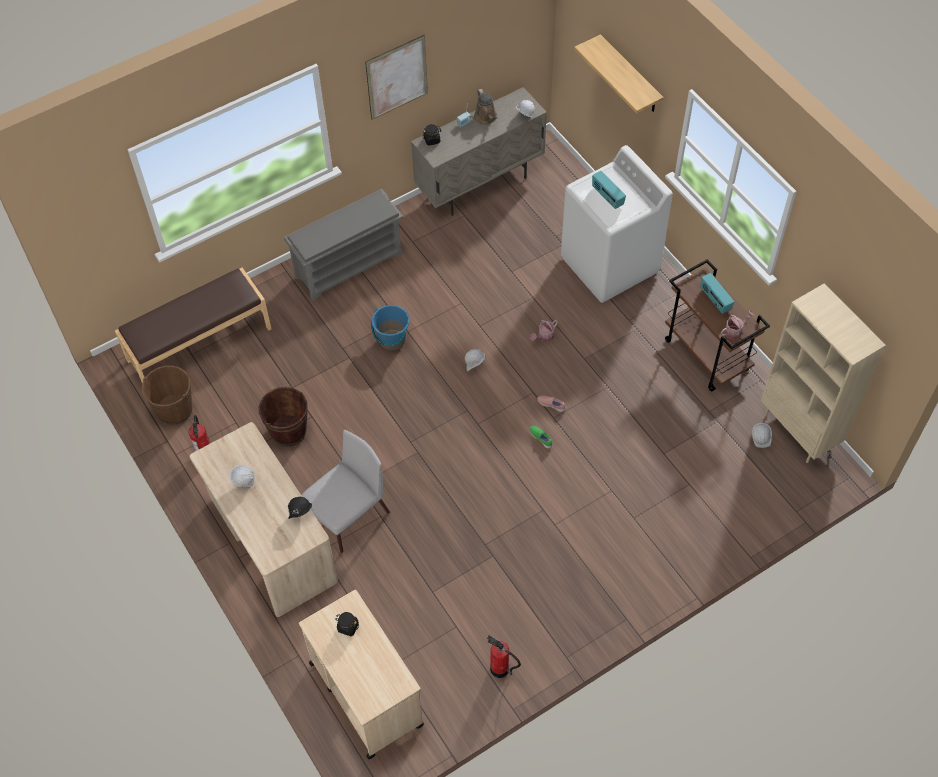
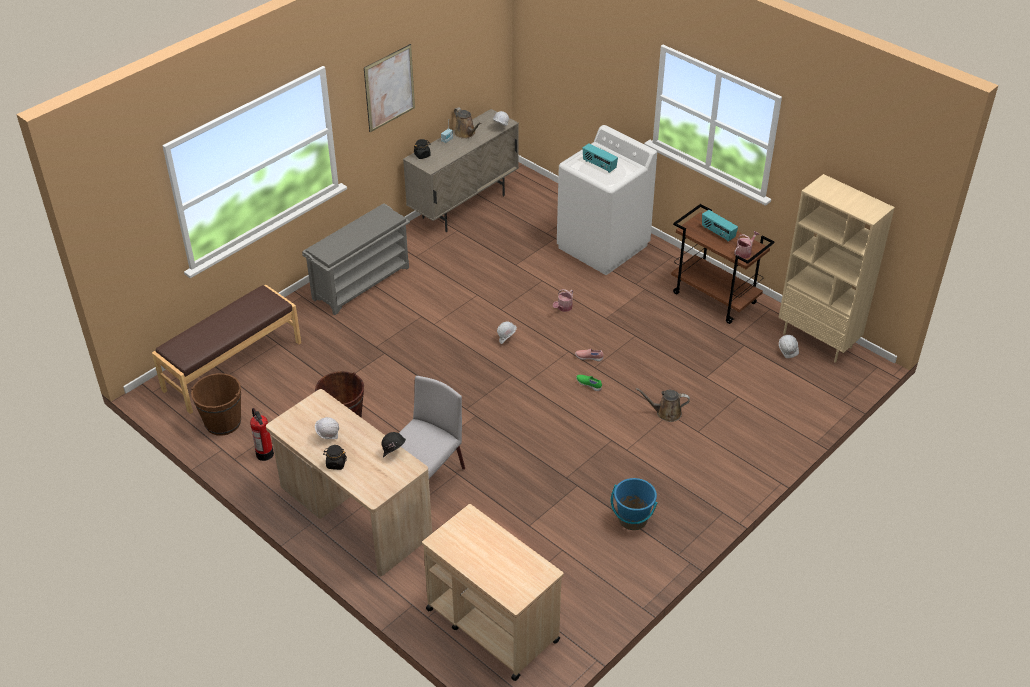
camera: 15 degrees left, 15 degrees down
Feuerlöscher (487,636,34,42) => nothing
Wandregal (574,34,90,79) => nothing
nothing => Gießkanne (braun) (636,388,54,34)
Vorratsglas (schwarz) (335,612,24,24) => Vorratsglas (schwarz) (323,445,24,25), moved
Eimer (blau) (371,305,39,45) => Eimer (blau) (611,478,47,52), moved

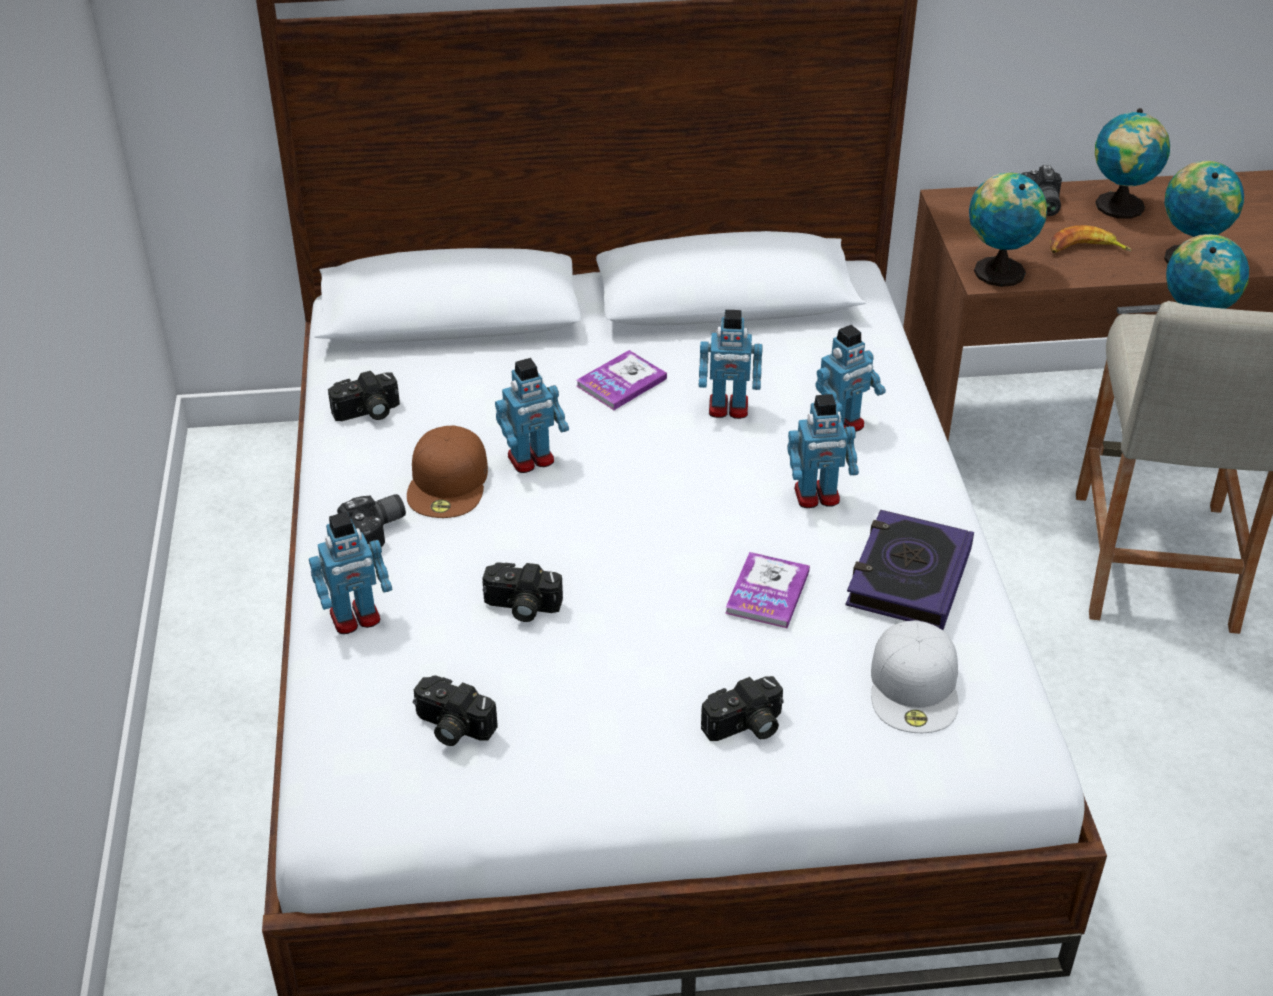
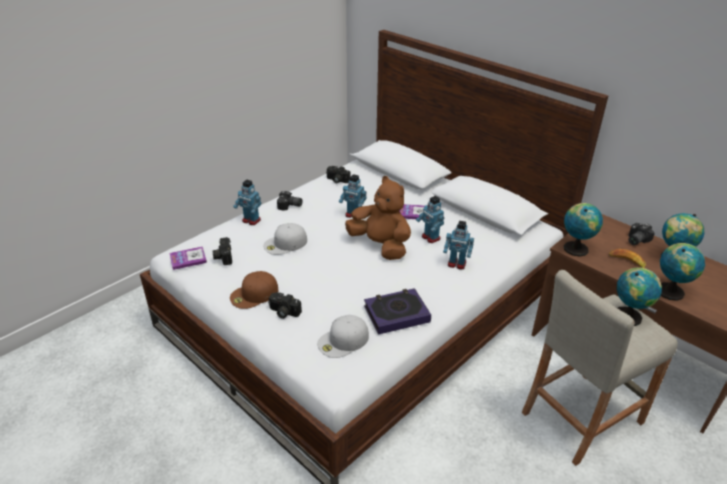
camera: 50 degrees right, 5 degrees down
Spielzeugroboter (787,394,72,114) => nothing
nothing => Plüschtier (braun) (345,176,66,84)
Kappe (braun) (407,426,81,92) => Kappe (braun) (230,271,48,38), moved
Buch (725,552,85,76) => Buch (170,246,37,24), moved
Kamera (482,562,81,60) => Kappe (weiß) (263,223,44,32)

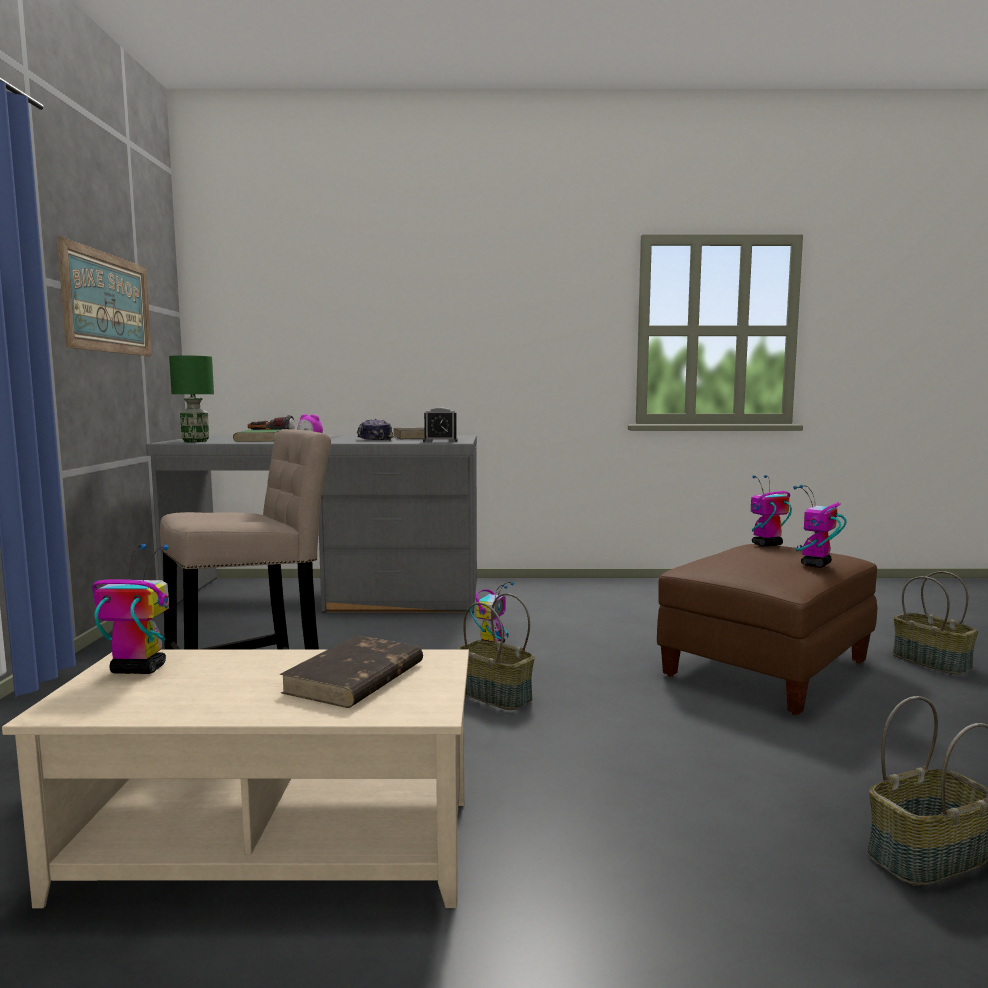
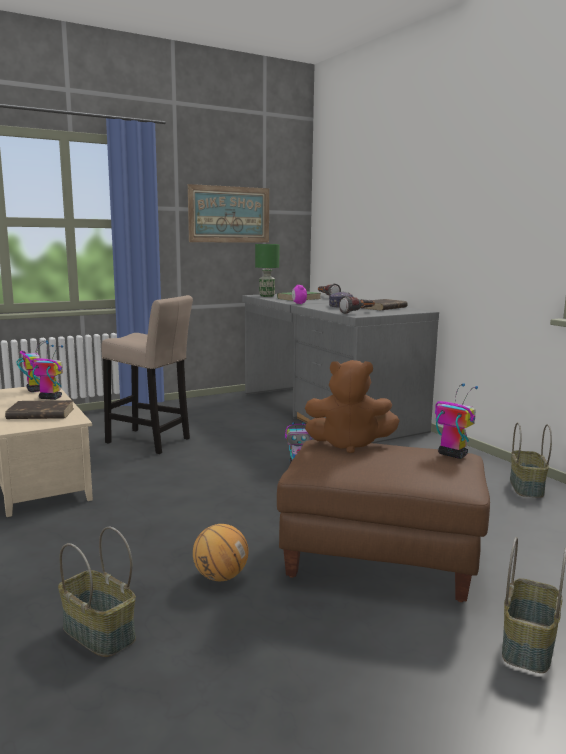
camera: 60 degrees right, 5 degrees up
nothing => Basketball (193,524,55,57)
nothing => Plüschtier (braun) (305,360,95,93)
Korb (457,593,78,117) => Korb (510,422,42,76), moved
Spielzeugroboter (793,485,54,83) => Spielzeugroboter (32,345,31,55), moved
Wecker (423,408,35,34) => Taschenlampe (339,296,36,18)

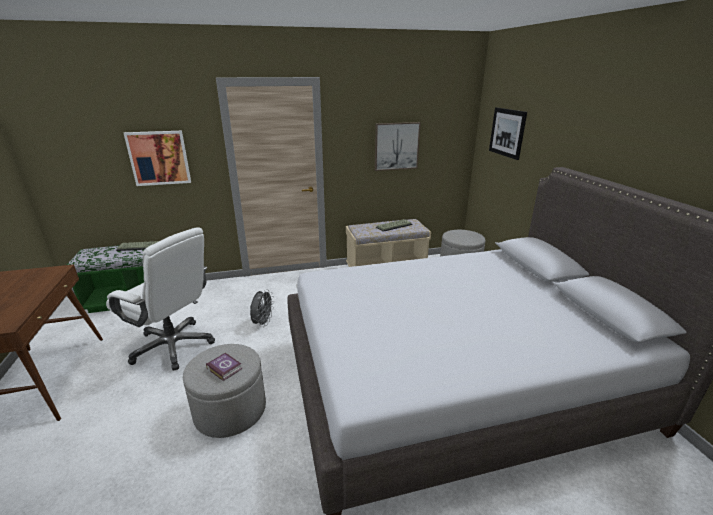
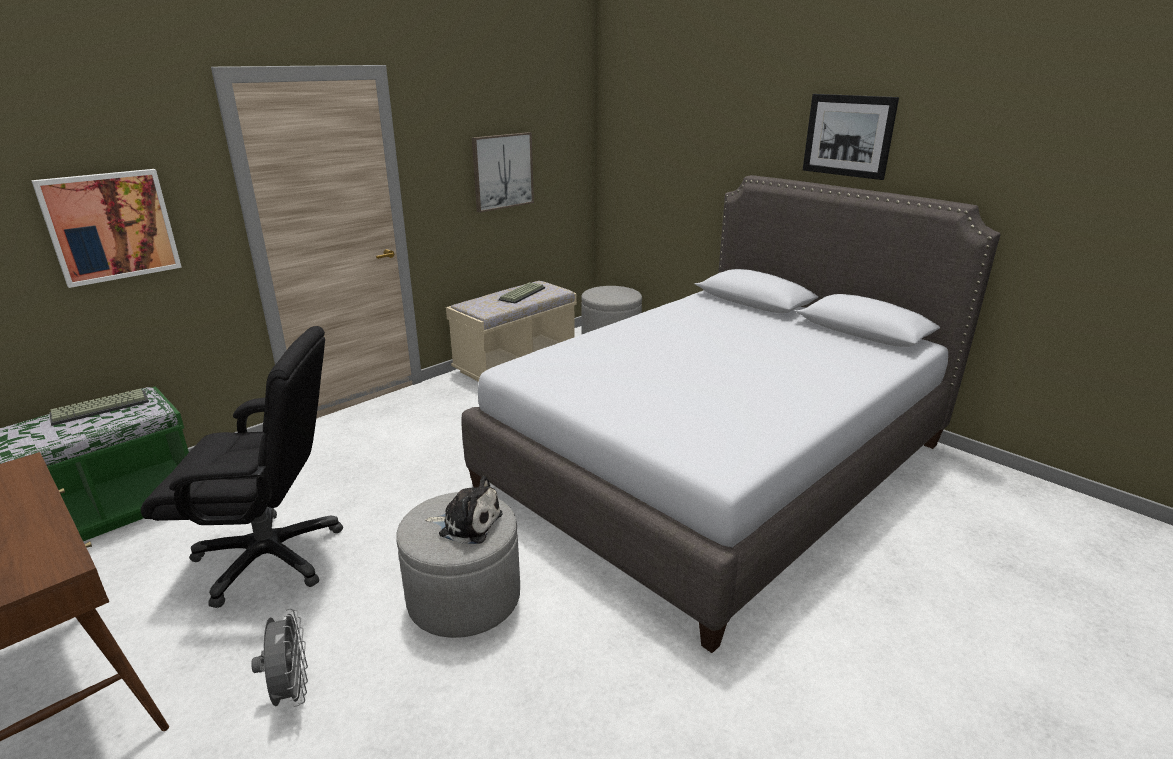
camera: 30 degrees left, 0 degrees up
Ventilator (grau) (250,289,24,38) => Ventilator (grau) (251,608,57,99), moved
Bild (489,107,38,53) => Bild (803,94,96,86), moved
Buch (206,353,36,28) => Plüschtier (425,476,77,68)
Bürostuhl (weiß) (106,228,109,143) => Bürostuhl (schwarz) (141,326,202,282)

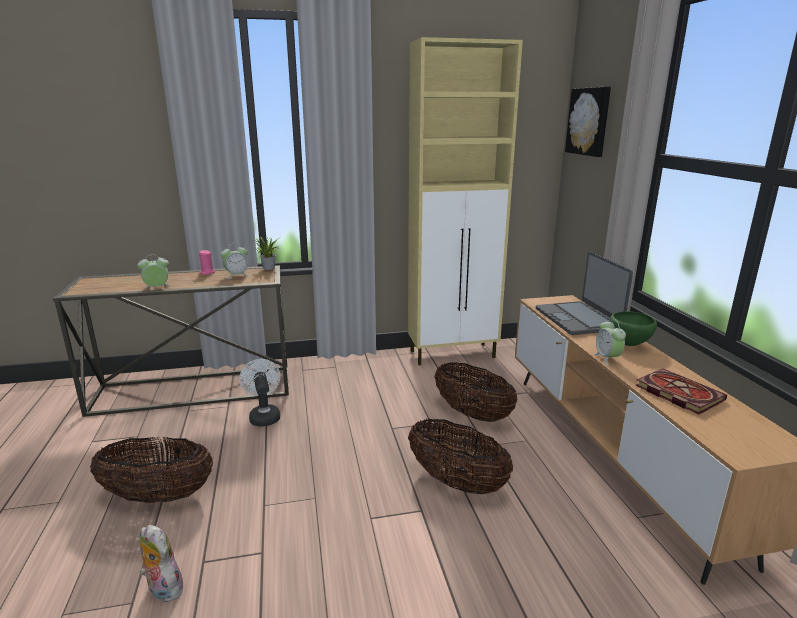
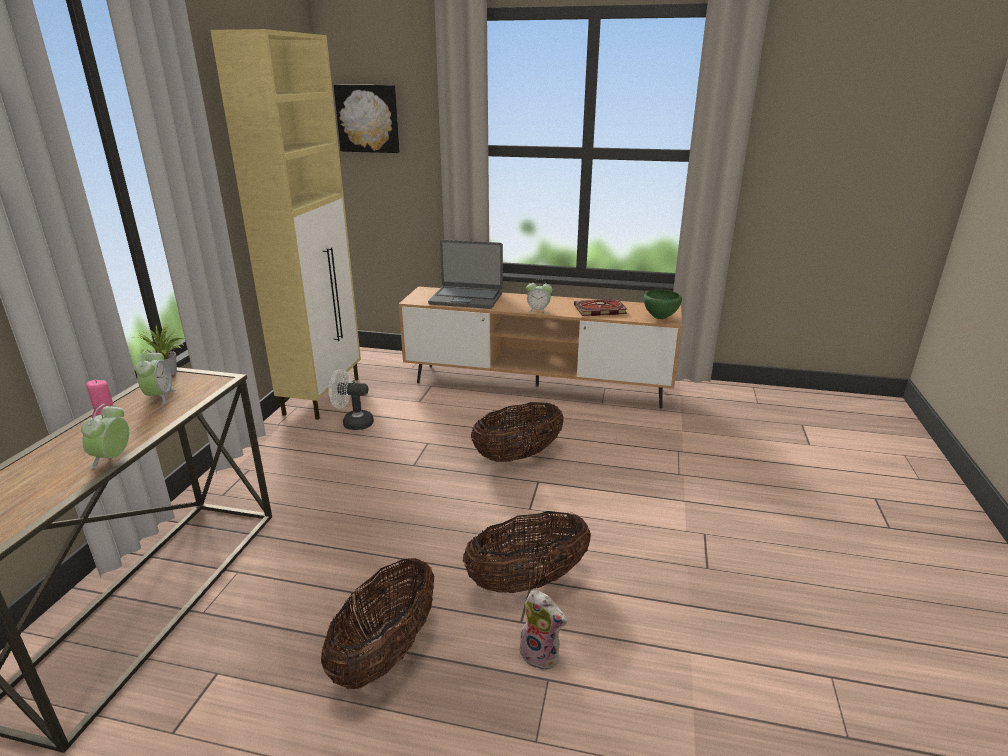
camera: 65 degrees left, 5 degrees up
Ventilator (weiß) (239,359,41,68) => Ventilator (weiß) (328,369,46,61), moved
Korb (434,362,83,60) => Korb (463,511,128,82), moved
Schüssel (grün) (610,311,47,35) => Schüssel (grün) (644,290,38,29), moved
Plüschtier (140,525,43,77) => Plüschtier (519,590,48,81), 120 degrees counterclockwise

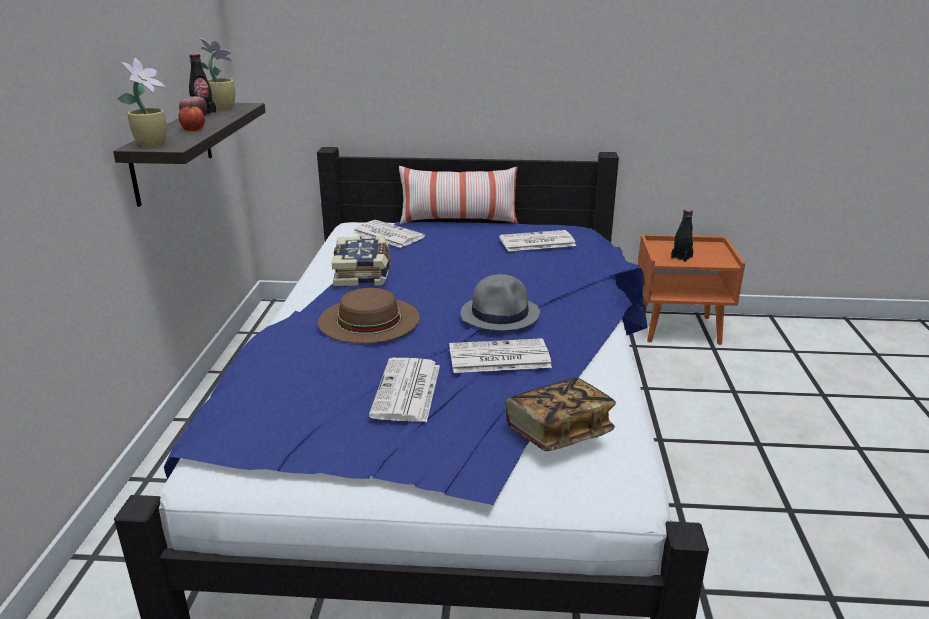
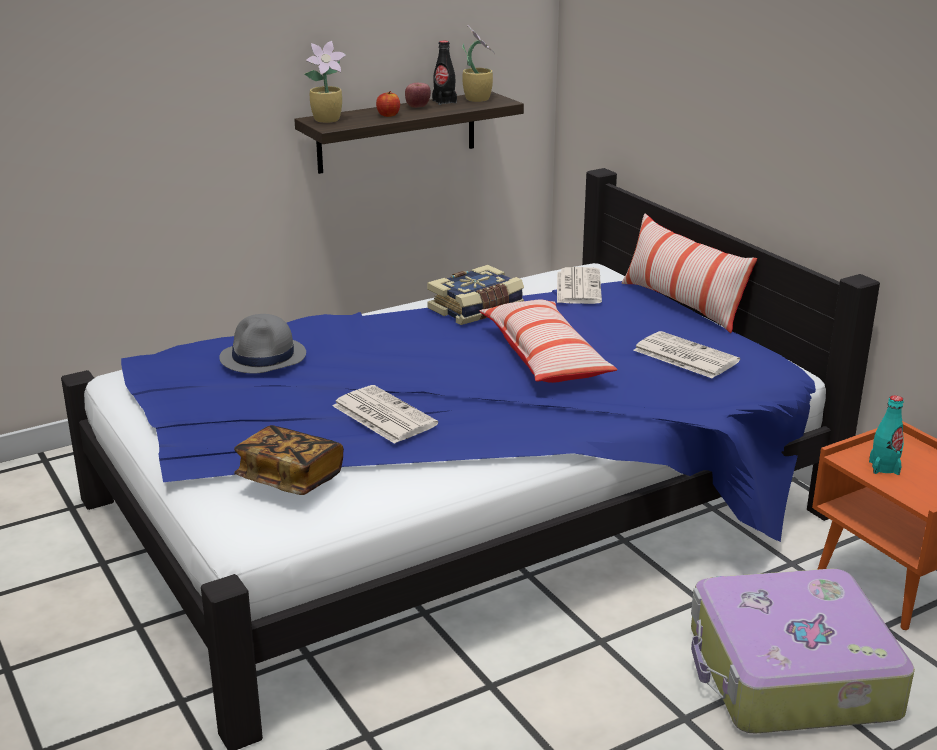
camera: 55 degrees right, 0 degrees up
Hut (braun) (318,288,102,55) => nothing
Zeitung (369,358,71,64) => nothing
nothing => Kissen (480,299,138,84)
nothing => Koffer (691,569,224,164)
Hut (grau) (461,274,79,57) => Hut (grau) (219,314,87,60), moved
Flasche (schwarz) (671,209,22,53) => Flasche (türkis) (869,395,35,80)

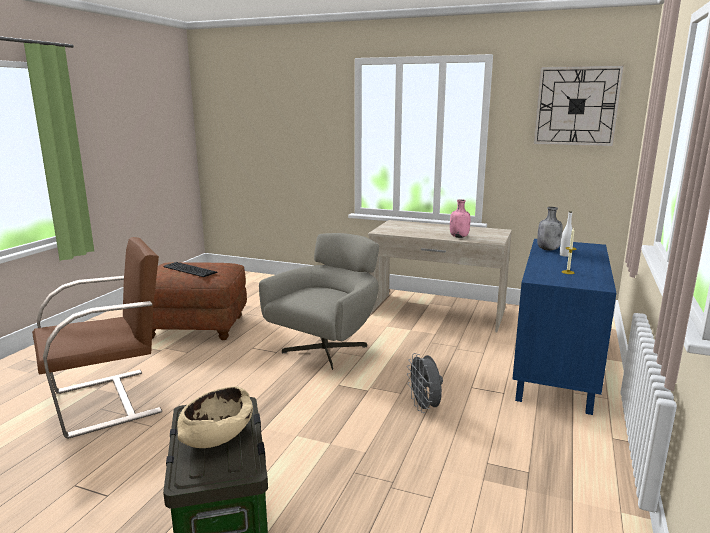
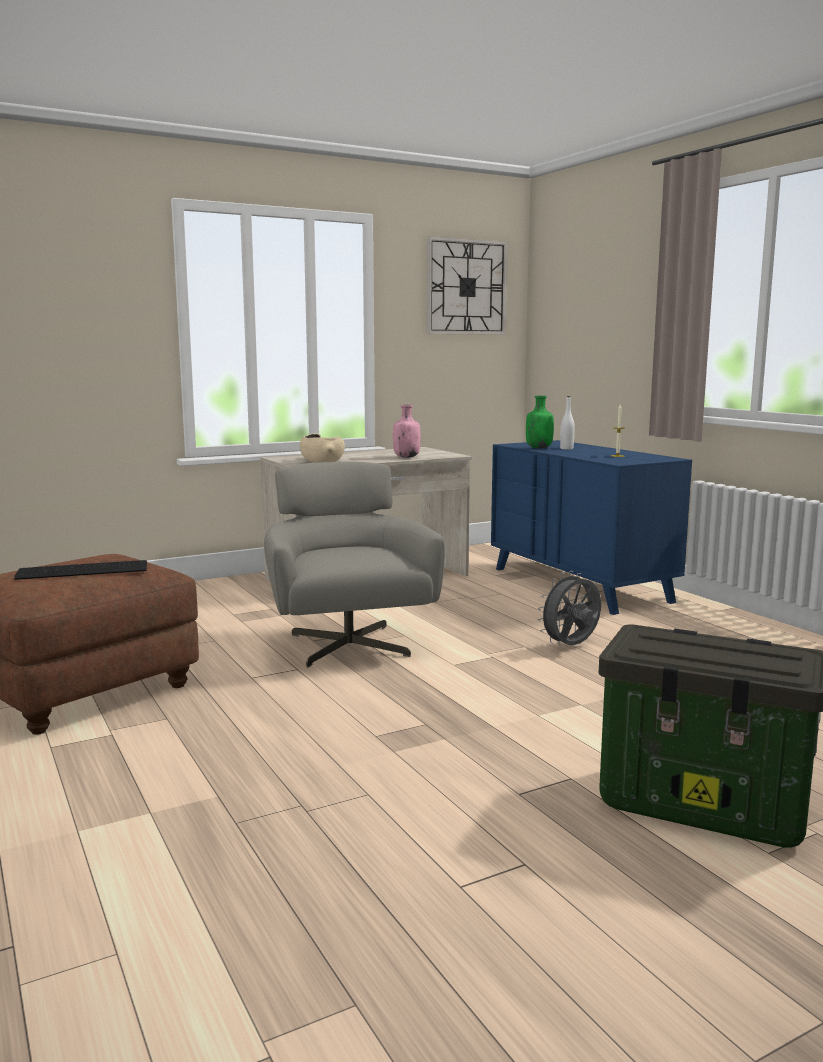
camera: 50 degrees left, 5 degrees down
Sessel (braun) (32,237,130,202) => nothing
Schüssel (beige) (177,386,76,62) => Schüssel (beige) (300,433,45,30), moved
Flasche (grau) (537,207,26,44) => Flasche (grün) (526,396,28,52)
Ventilator (grau) (407,353,36,60) => Ventilator (grau) (537,571,64,75), 120 degrees clockwise

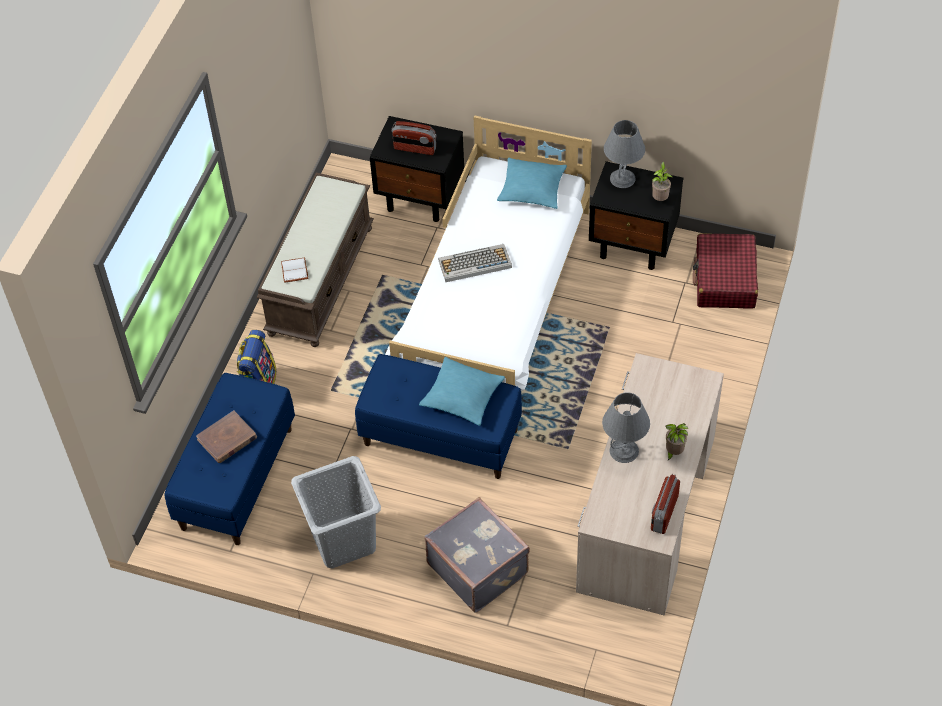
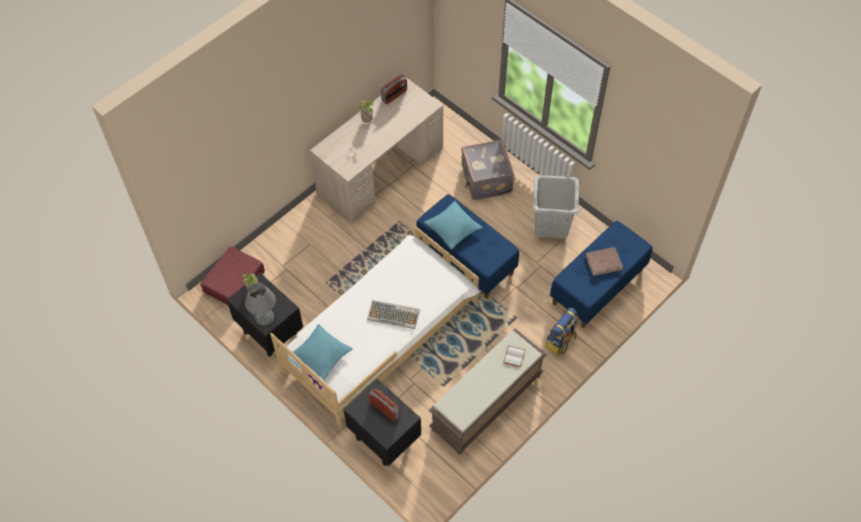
camera: 155 degrees left, 5 degrees up
Tischlampe (grau) (602,392,48,71) => nothing

